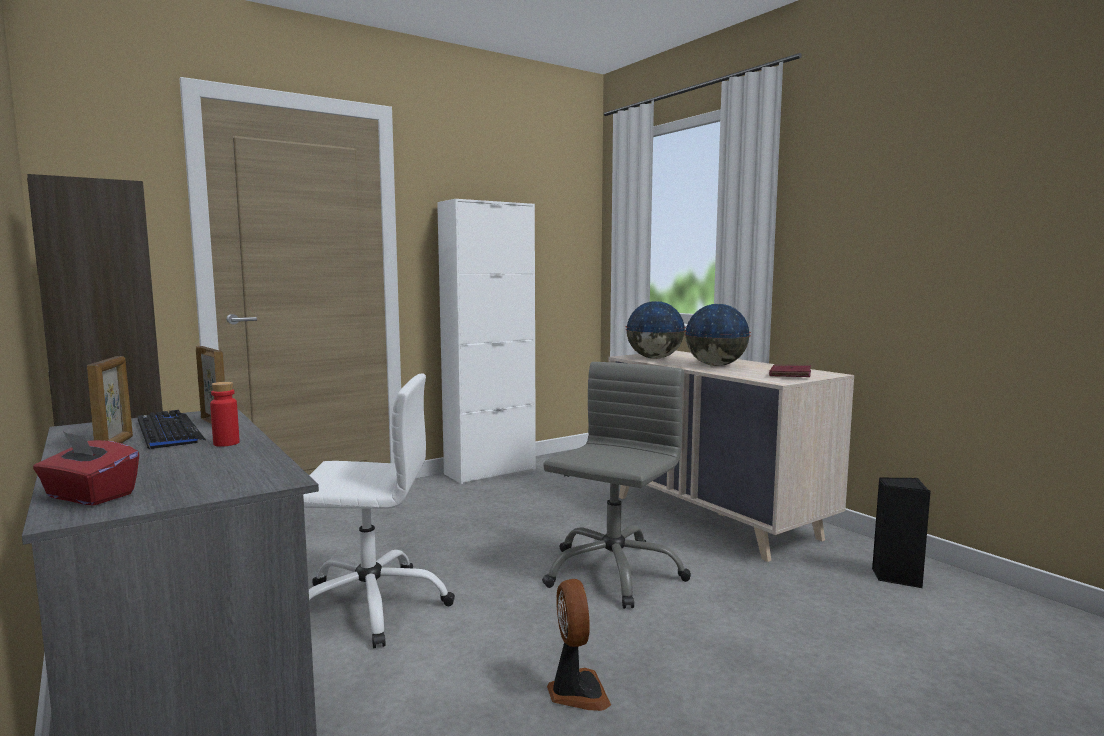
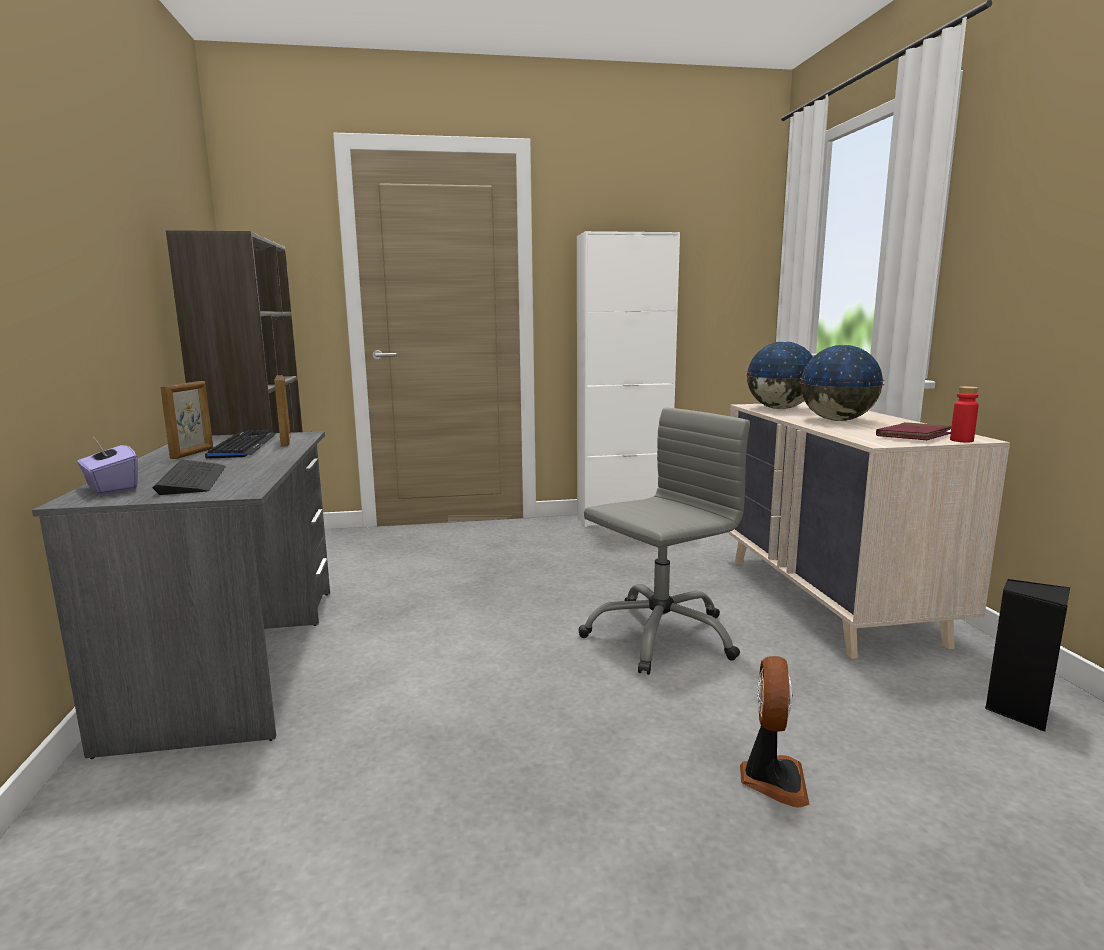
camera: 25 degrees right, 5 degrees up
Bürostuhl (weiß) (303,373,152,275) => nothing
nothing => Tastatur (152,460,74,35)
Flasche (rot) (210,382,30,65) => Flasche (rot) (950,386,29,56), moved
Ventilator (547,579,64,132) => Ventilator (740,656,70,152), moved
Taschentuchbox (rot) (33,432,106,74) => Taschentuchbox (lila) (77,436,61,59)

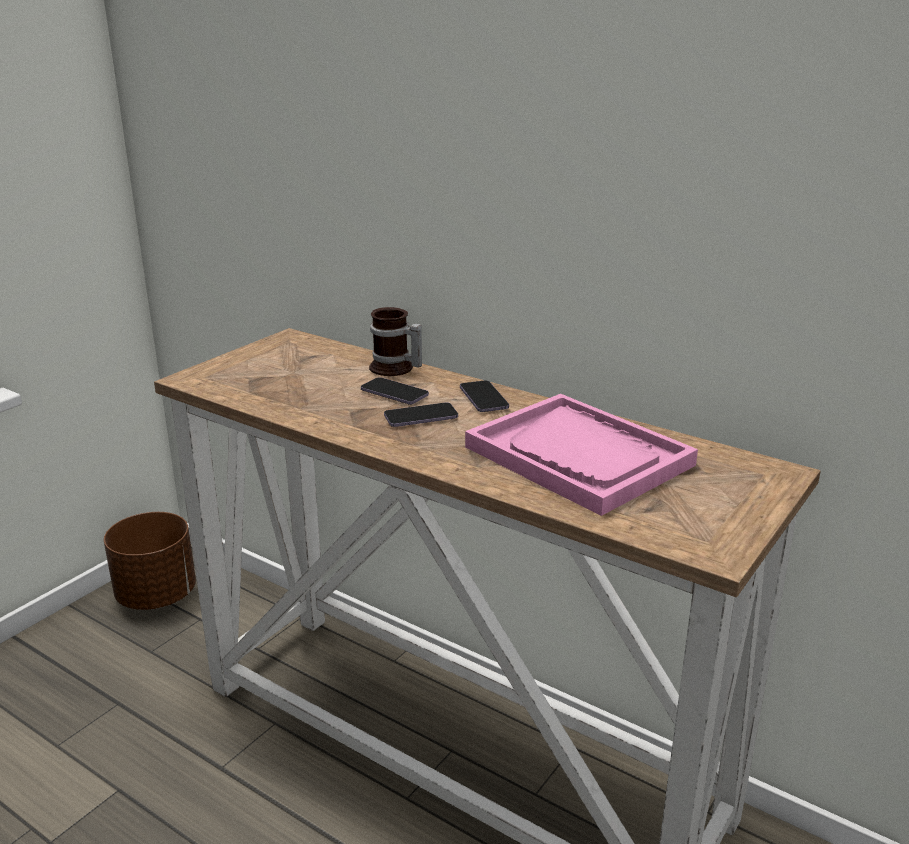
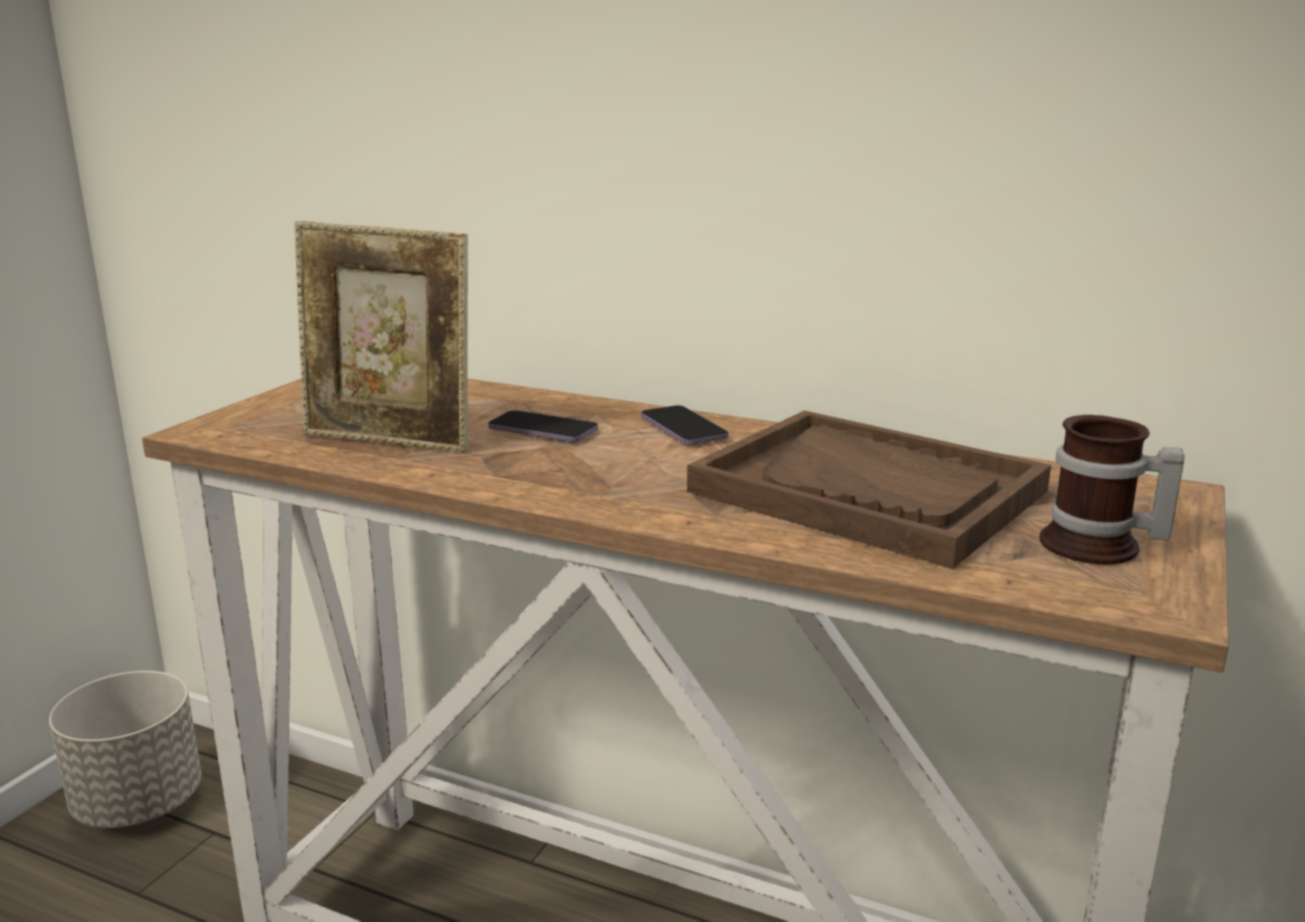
camera: 10 degrees left, 5 degrees down
Handy (384,402,74,25) => nothing
nothing => Bilderrahmen (294,221,174,232)
Henkelbecher (369,307,53,69) => Henkelbecher (1039,415,146,149), moved
Pflanzkübel (braun) (104,512,92,98) => Pflanzkübel (grau) (49,671,153,157)
Tablett (rosa) (465,394,233,122) => Tablett (braun) (687,410,364,159)

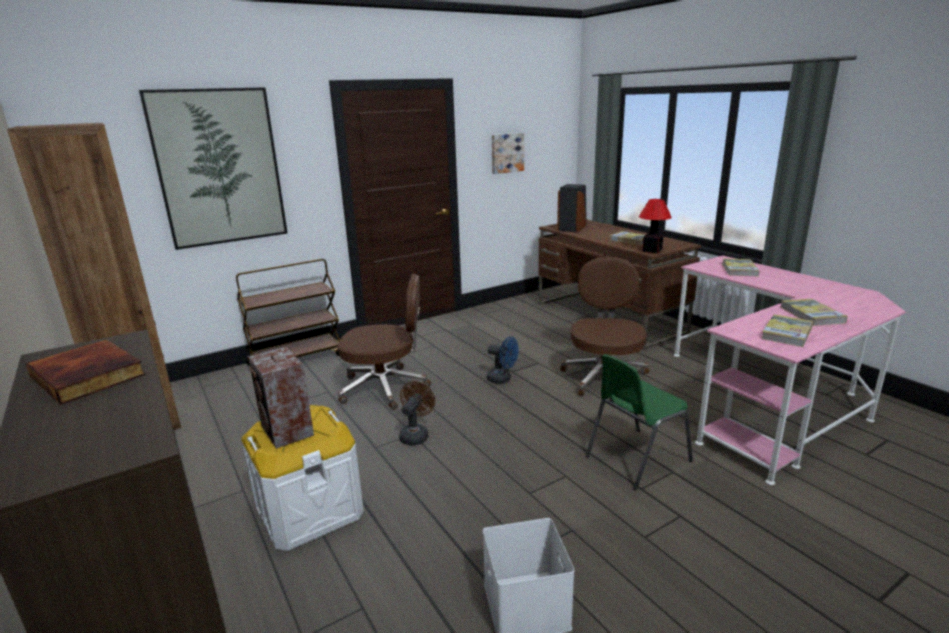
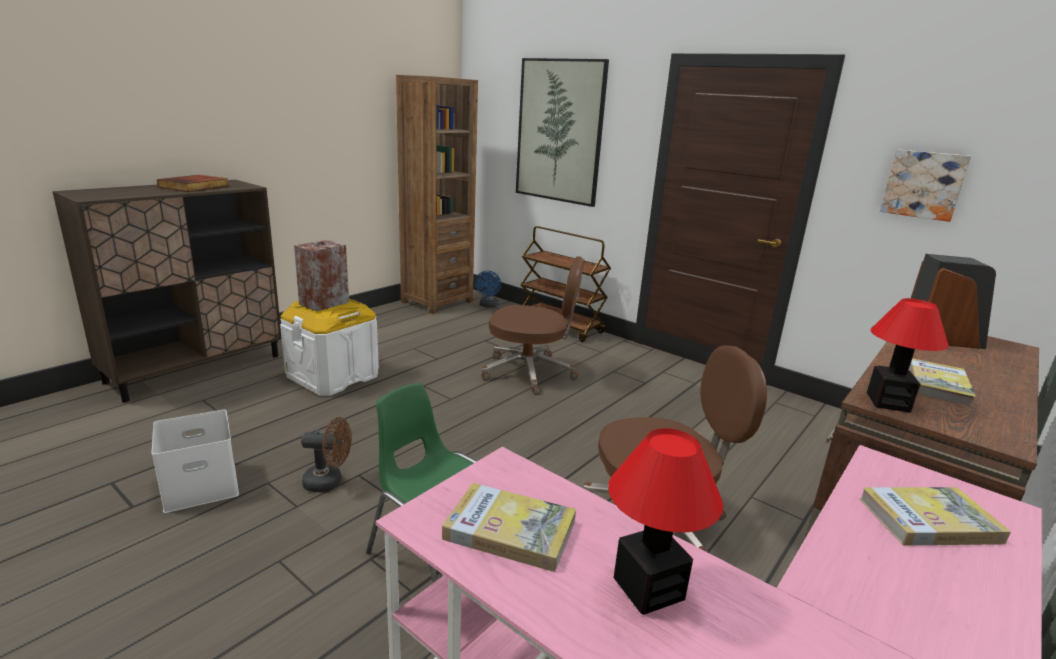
camera: 70 degrees right, 0 degrees up
Ventilator (braun) (399,381,36,64) => Ventilator (braun) (301,417,51,75), moved
Ventilator (blau) (487,336,32,48) => Ventilator (blau) (475,271,26,37), moved
Buch (781,299,67,27) => Tischlampe (608,428,115,187)
Bürostuhl (braun) (338,274,93,136) => Bürostuhl (braun) (481,256,103,139), 60 degrees counterclockwise

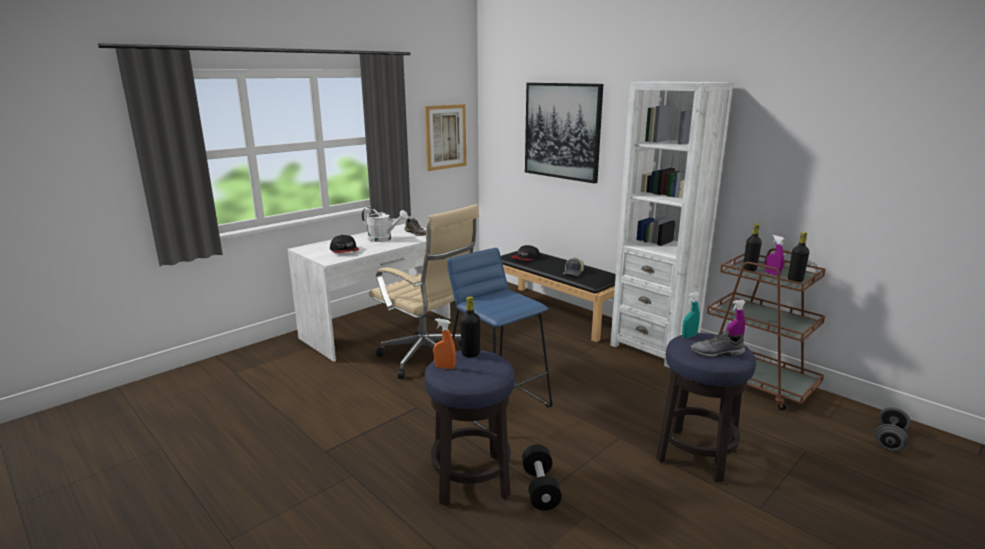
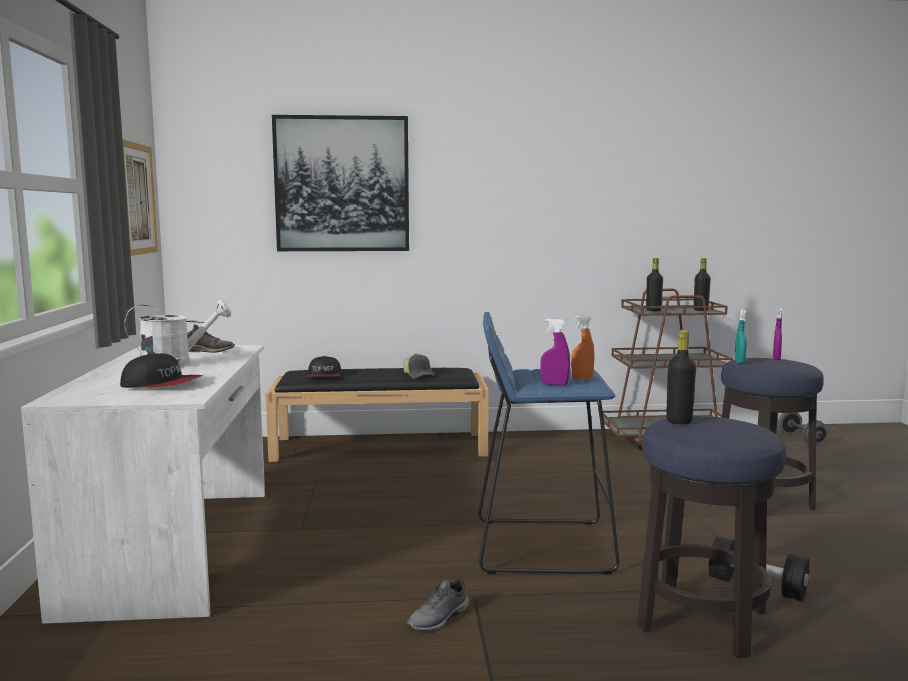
camera: 50 degrees left, 10 degrees down
Bürostuhl (beige) (369,204,110,175) => nothing
Bücherregal (weiß) (610,81,123,287) => nothing
Sprühflasche (orange) (433,319,23,50) => Sprühflasche (orange) (571,315,23,65), moved
Schuh (grau) (690,331,55,26) => Schuh (grau) (407,577,62,54), moved
Sprühflasche (lila) (765,235,19,41) => Sprühflasche (lila) (540,319,30,66), moved

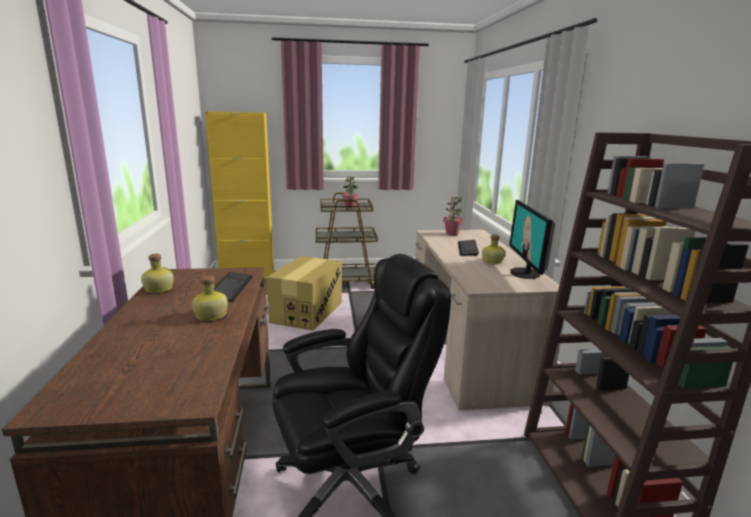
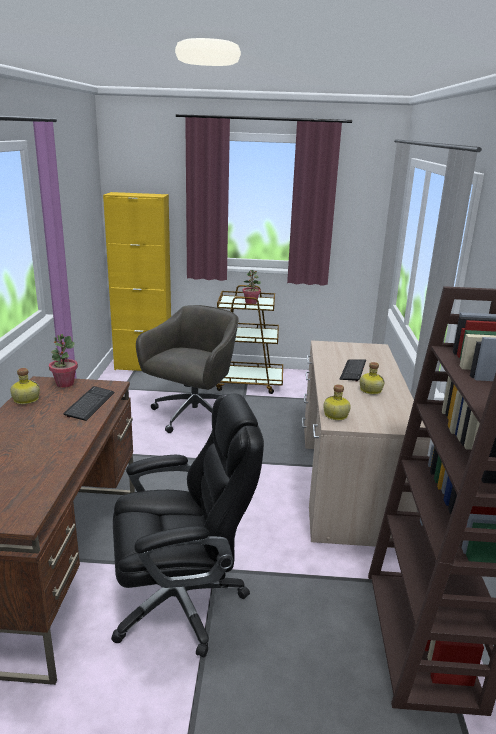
camera: 10 degrees right, 5 degrees up
Monitor (509,200,46,79) => nothing
Flasche (192,276,36,45) => Flasche (323,385,28,35), moved
Topfpflanze (443,197,20,38) => Topfpflanze (49,334,29,54), moved
Karton (266,256,76,75) => Bürostuhl (grau) (136,305,103,128)

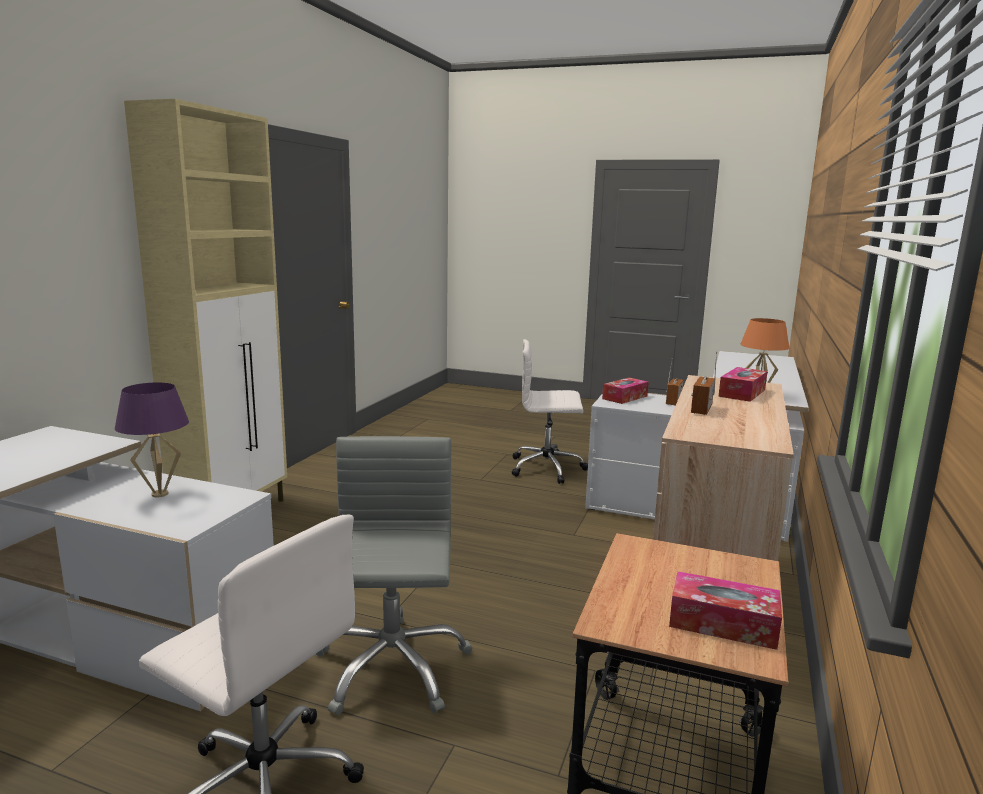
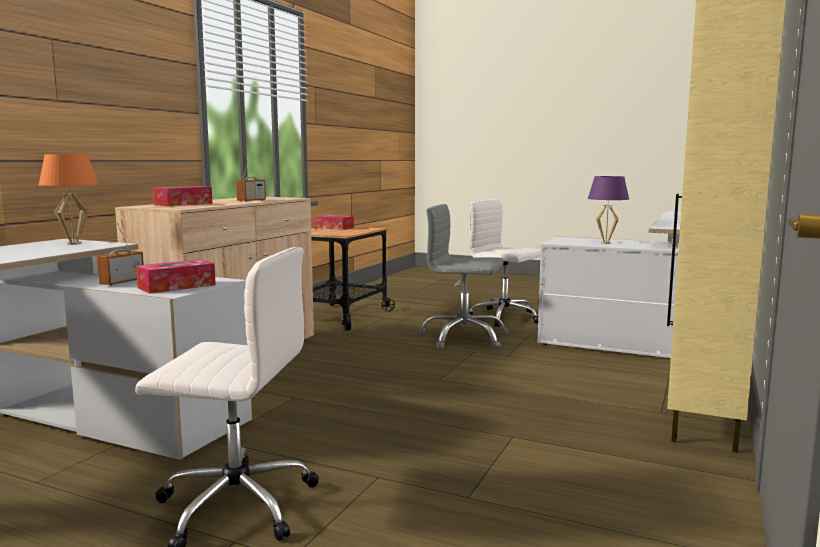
camera: 175 degrees left, 5 degrees down
Bürostuhl (grau) (316,436,157,279) => Bürostuhl (grau) (417,204,91,145), 105 degrees clockwise

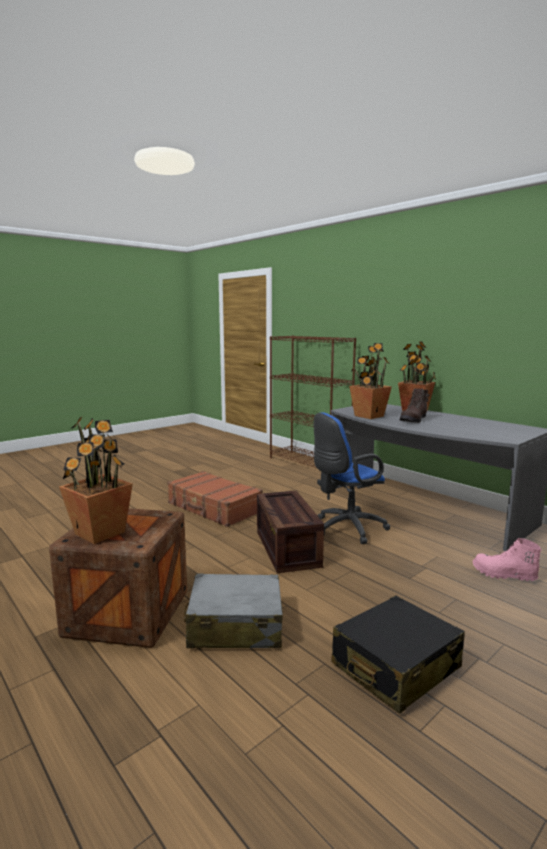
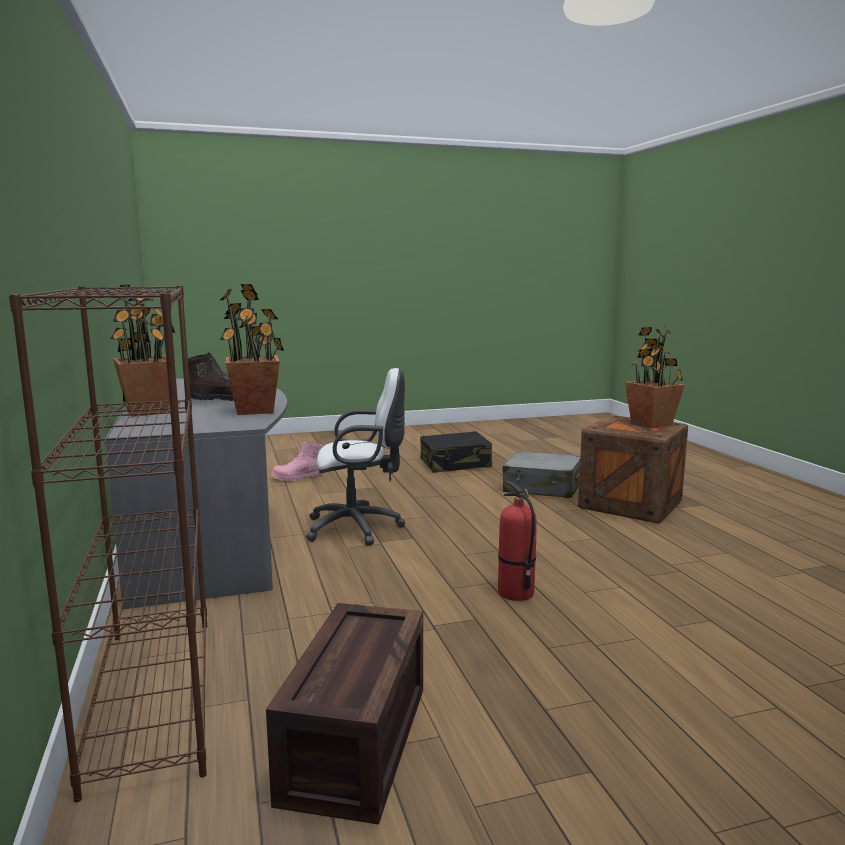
camera: 155 degrees left, 0 degrees up
Kiste (257,491,67,82) => Kiste (266,603,157,221), moved
Koffer (braun) (167,471,96,56) => Feuerlöscher (498,481,39,120)
Bürostuhl (blau) (314,412,77,132) => Bürostuhl (weiß) (306,368,99,177)
Stiefel (rosa) (473,538,68,43) => Stiefel (rosa) (271,442,52,40), 105 degrees clockwise

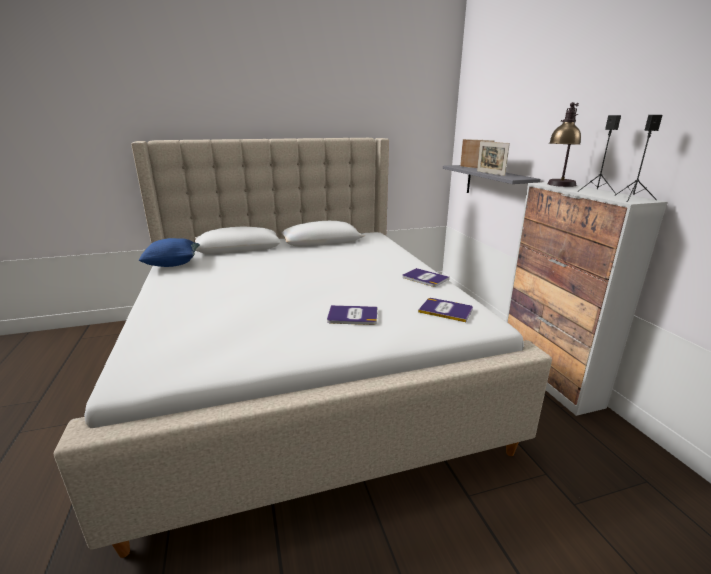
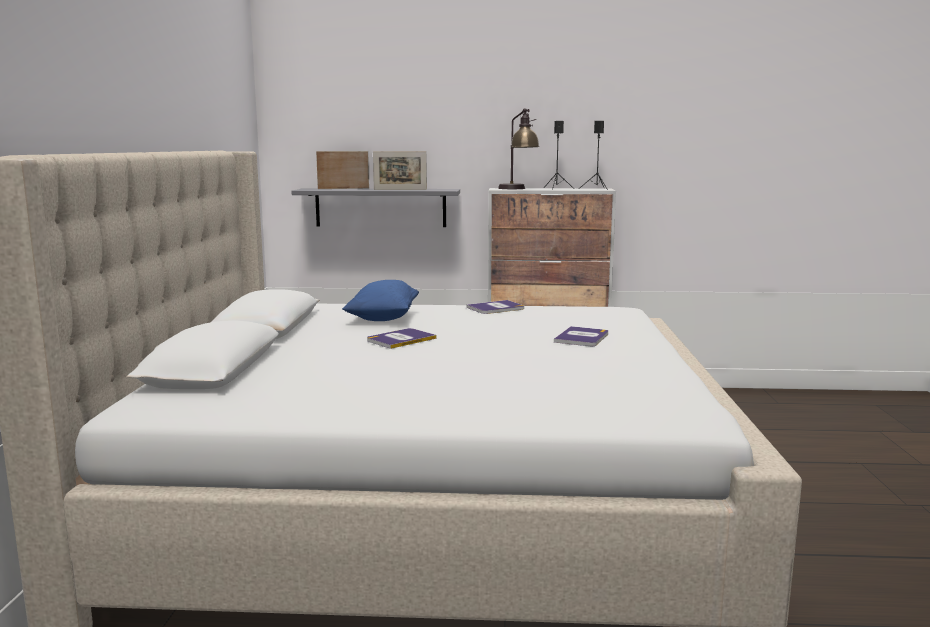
camera: 70 degrees left, 10 degrees down
Kissen (blau) (138,238,62,29) => Kissen (blau) (342,280,77,41), moved
Buch (418,298,55,24) => Buch (367,328,70,21), moved

